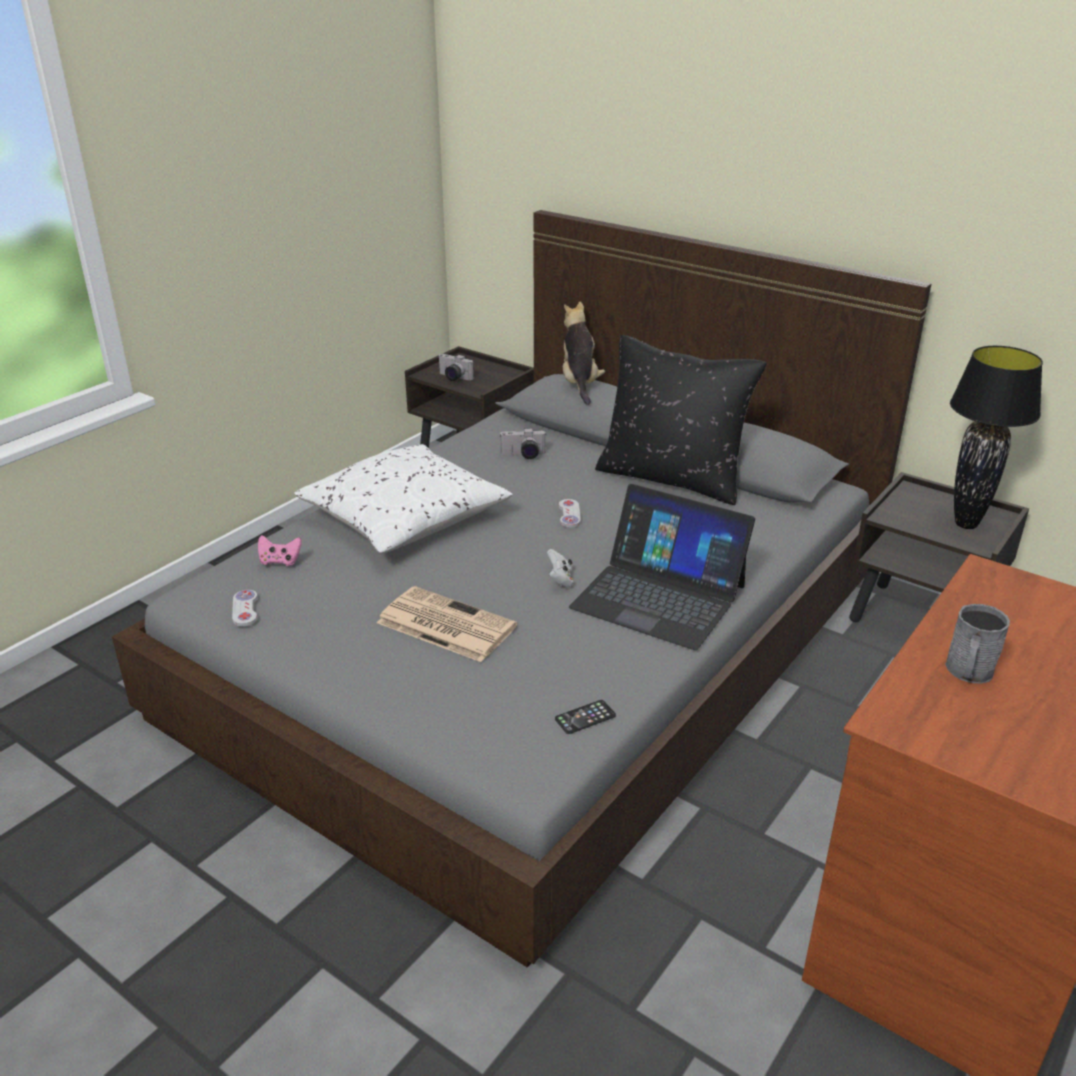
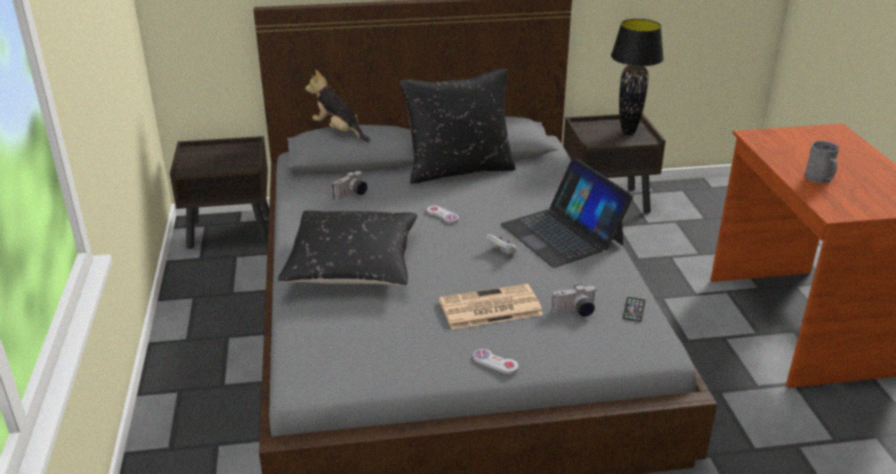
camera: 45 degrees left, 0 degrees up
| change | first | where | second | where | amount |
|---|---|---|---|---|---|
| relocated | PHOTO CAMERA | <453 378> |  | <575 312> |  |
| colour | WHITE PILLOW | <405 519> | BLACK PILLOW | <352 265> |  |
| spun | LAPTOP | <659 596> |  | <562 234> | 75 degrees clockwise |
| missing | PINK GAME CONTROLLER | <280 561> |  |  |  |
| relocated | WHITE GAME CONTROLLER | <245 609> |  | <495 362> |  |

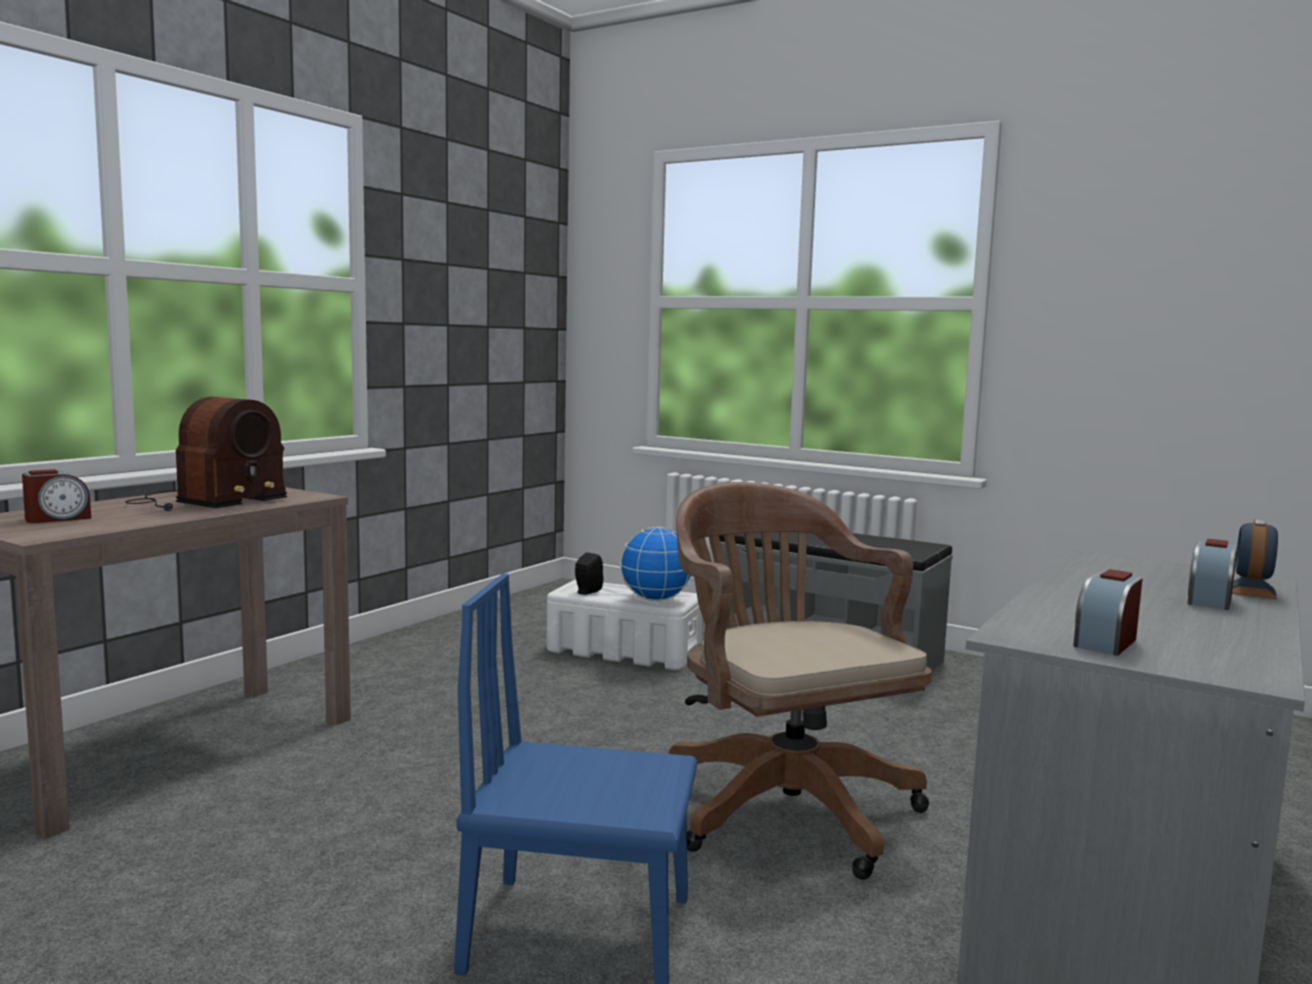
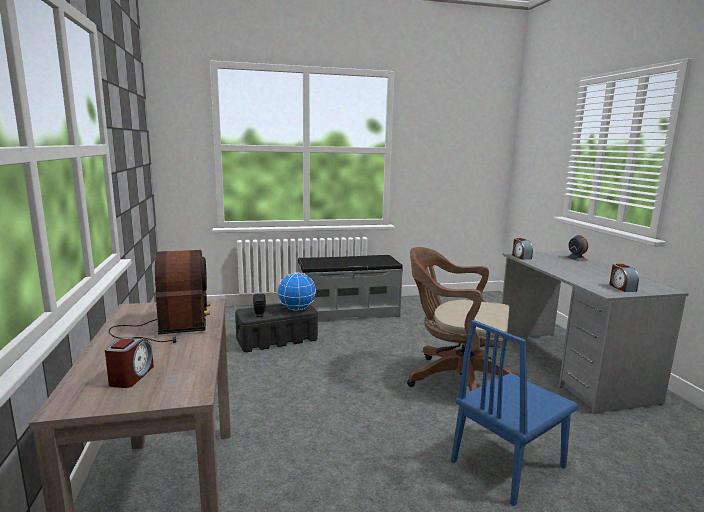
camera: 45 degrees left, 5 degrees up
| change | first | where | second | where | amount |
|---|---|---|---|---|---|
| relocated | ALARM CLOCK | <1209 600> |  | <521 257> |  |
| colour | WHITE STORAGE BOX | <622 651> | BLACK STORAGE BOX | <276 339> |  |

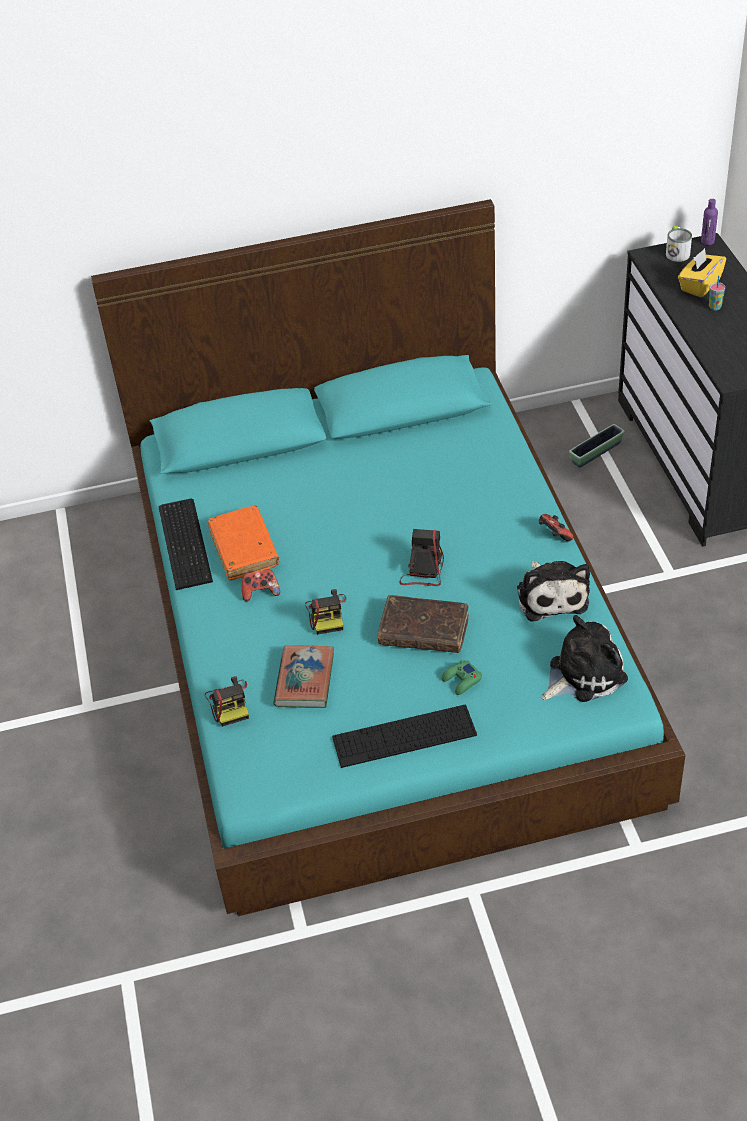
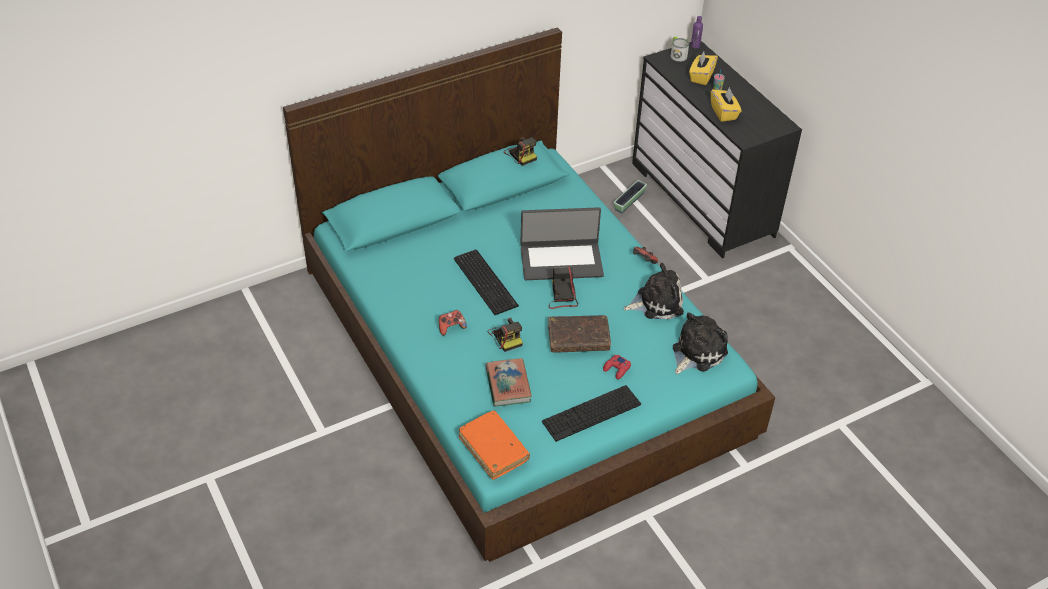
camera: 20 degrees left, 0 degrees up
| change | first | where | second | where | amount |
|---|---|---|---|---|---|
| relocated | KEYBOARD | <187 542> |  | <486 281> |  |
| relocated | ORANGE BOOK | <244 549> |  | <493 449> |  |
| spun | PLUSH TOY | <551 595> |  | <656 302> | 75 degrees counterclockwise |
| colour | GREEN GAME CONTROLLER | <461 680> | RED GAME CONTROLLER | <617 369> |  |
| relocated | PHOTO CAMERA | <229 703> |  | <521 154> |  |
| appeared |  |  | YELLOW TISSUE BOX | <724 113> |  |
| appeared |  |  | LAPTOP | <561 261> |  |

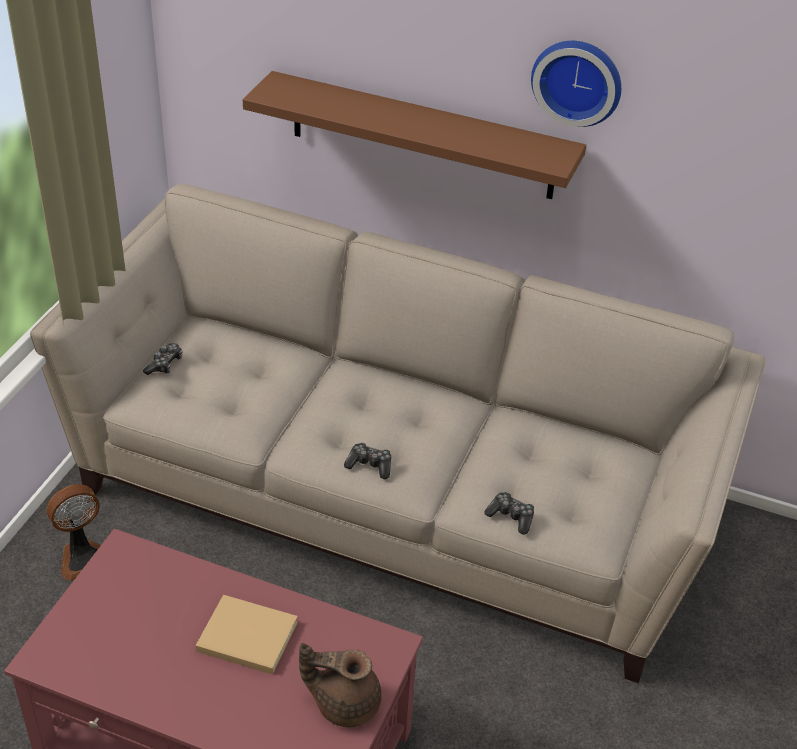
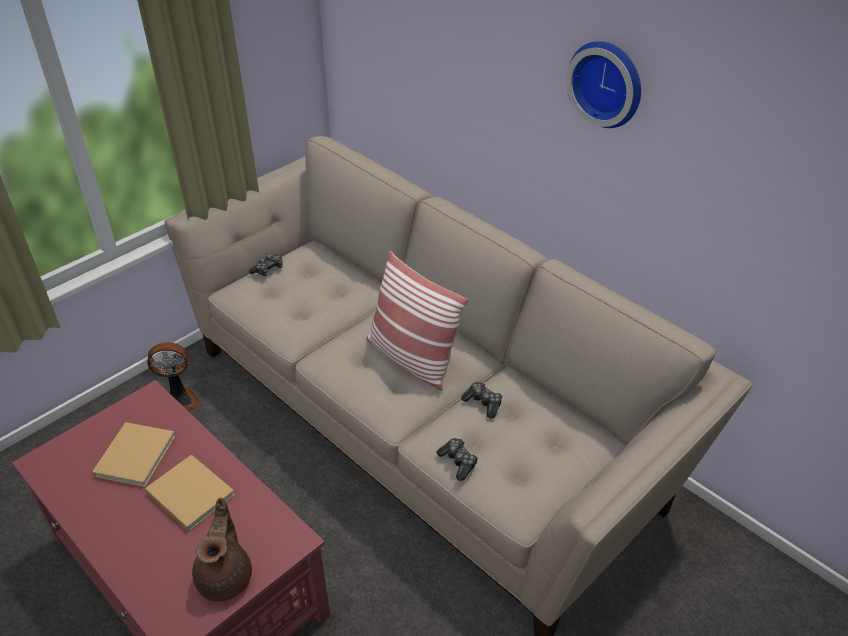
camera: 25 degrees right, 0 degrees up
| change | first | where | second | where | amount |
|---|---|---|---|---|---|
| missing | BROWN SHELF | <422 136> |  |  |  |
| relocated | GAME CONTROLLER | <370 465> |  | <483 403> |  |
| spun | BROWN TEAPOT | <344 703> |  | <226 576> | 60 degrees clockwise |
| appeared |  |  | PILLOW | <411 358> |  |
| appeared |  |  | BEIGE BOOK | <137 454> |  |

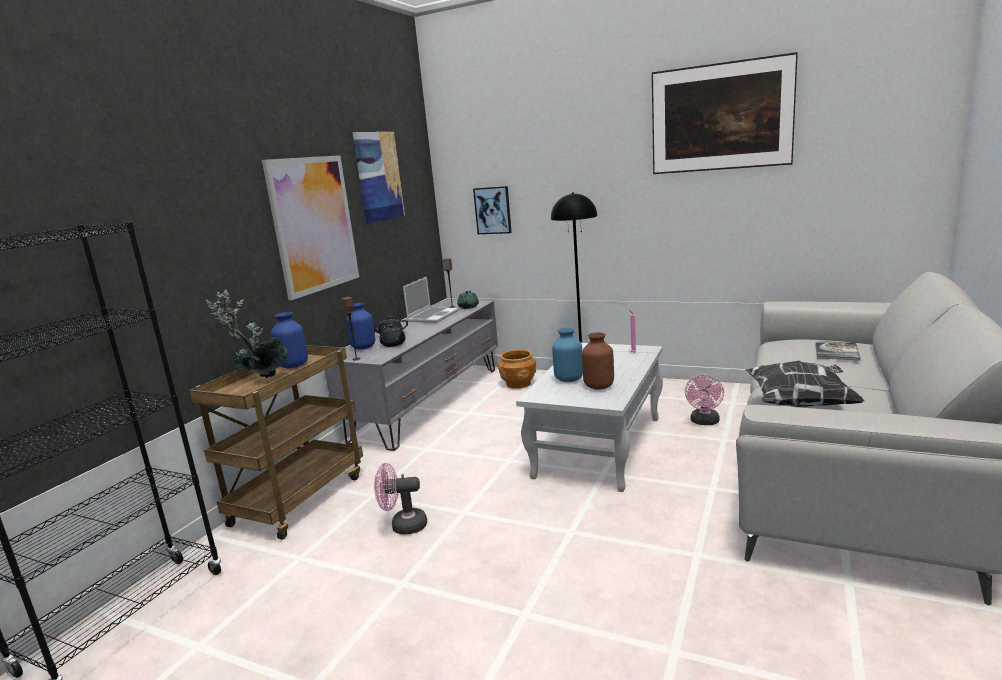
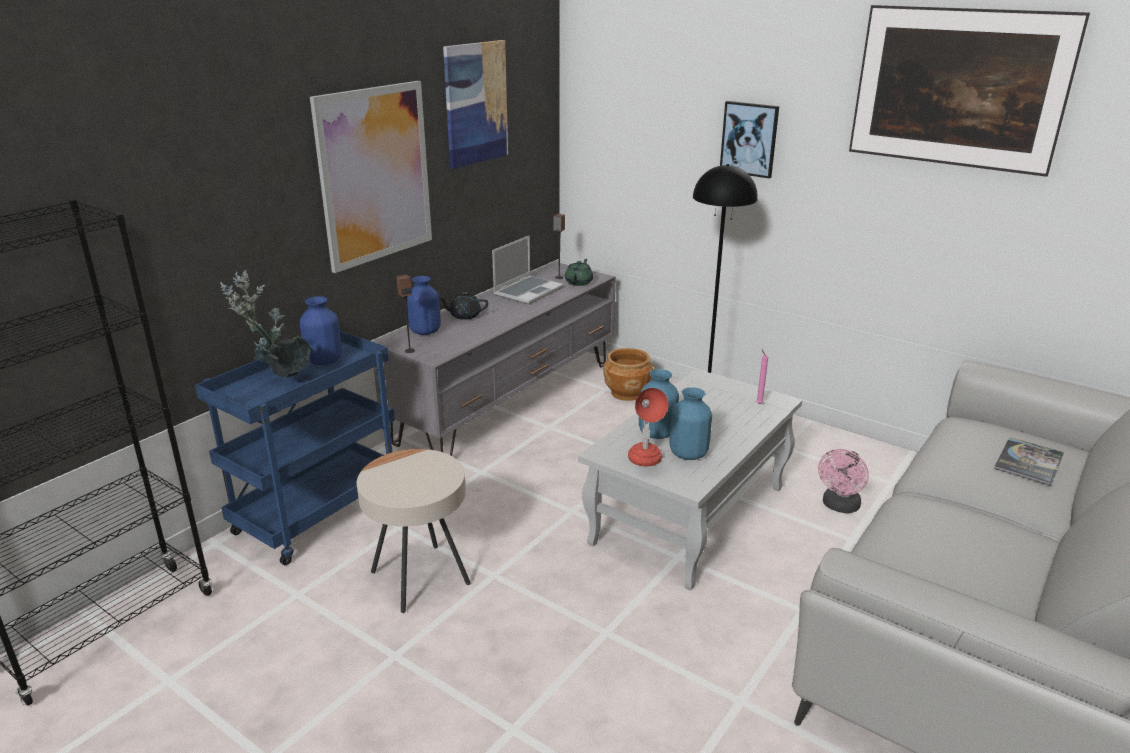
camera: 10 degrees right, 10 degrees up
| change | first | where | second | where | amount |
|---|---|---|---|---|---|
| relocated | PICTURE | <493 210> |  | <749 139> |  |
| missing | BLACK TEAPOT | <393 344> |  |  |  |
| colour | BROWN VASE | <599 386> | BLUE VASE | <689 454> |  |
| colour | BROWN CART | <299 498> | BLUE CART | <318 512> |  |
| missing | PILLOW | <801 403> |  |  |  |
| exchanged | PINK FAN | <403 526> | BEIGE SIDE TABLE | <420 578> |  |
| appeared |  |  | RED TABLE LAMP | <645 463> |  |

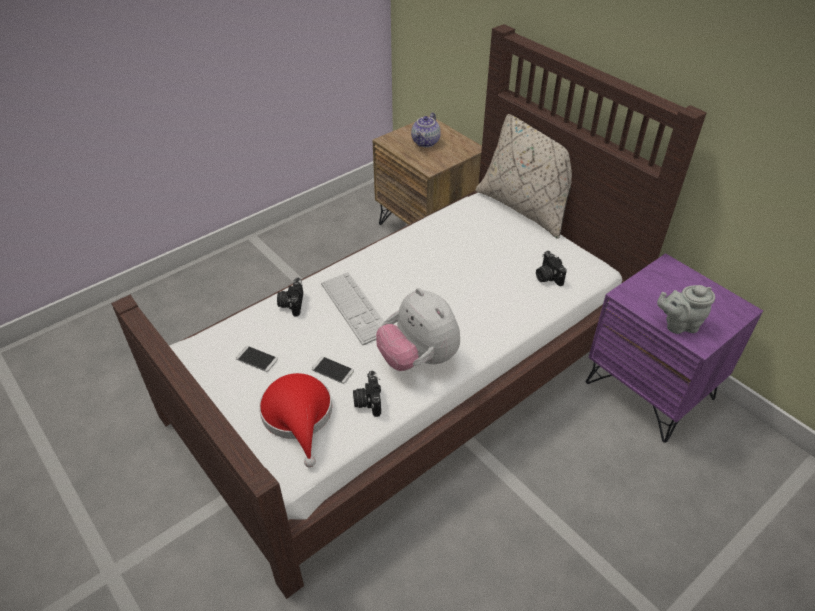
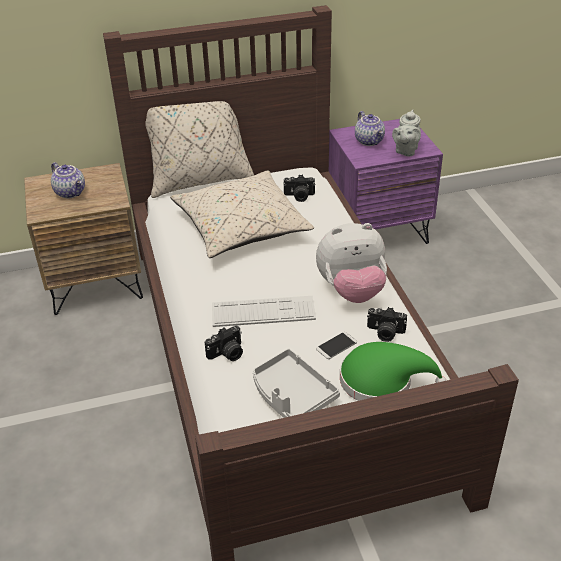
camera: 65 degrees left, 5 degrees down
| change | first | where | second | where | amount |
|---|---|---|---|---|---|
| spun | PHOTO CAMERA | <291 304> |  | <227 354> | 60 degrees counterclockwise |
| exchanged | PHONE | <257 359> | GREY TRAY | <292 395> |  |
| colour | RED HAT | <298 416> | GREEN HAT | <382 380> |  |
| appeared |  |  | TEAPOT | <370 141> |  |
| appeared |  |  | BEIGE PILLOW | <241 227> |  |

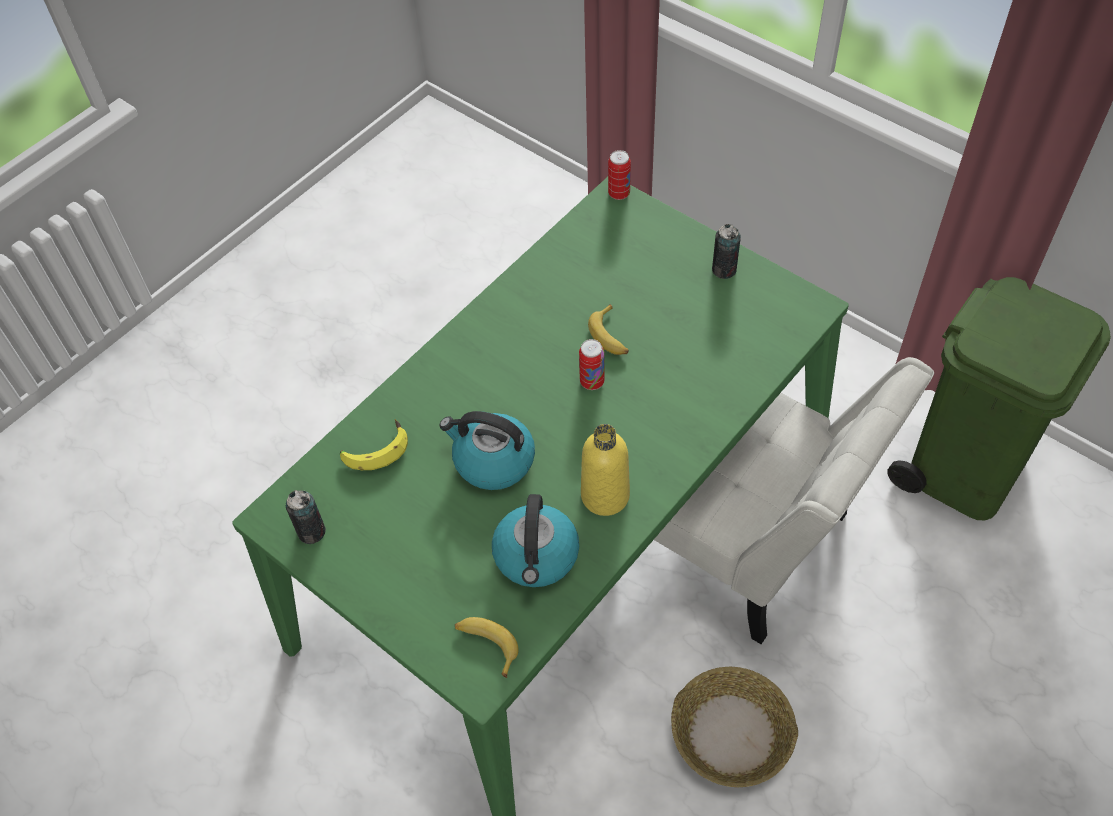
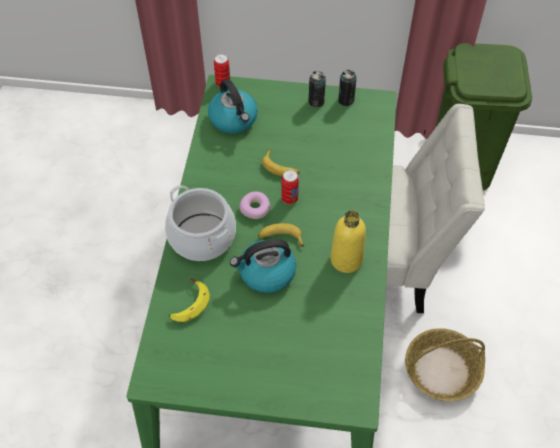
camera: 35 degrees left, 0 degrees up
| change | first | where | second | where | amount |
|---|---|---|---|---|---|
| relocated | CAN | <311 532> |  | <346 100> |  |
| relocated | KETTLE | <536 557> |  | <234 119> |  |
| relocated | BANANA | <486 645> |  | <280 238> |  |
| appeared |  |  | COOKING POT | <202 236> |  |
| appeared |  |  | DONUT | <255 208> |  |

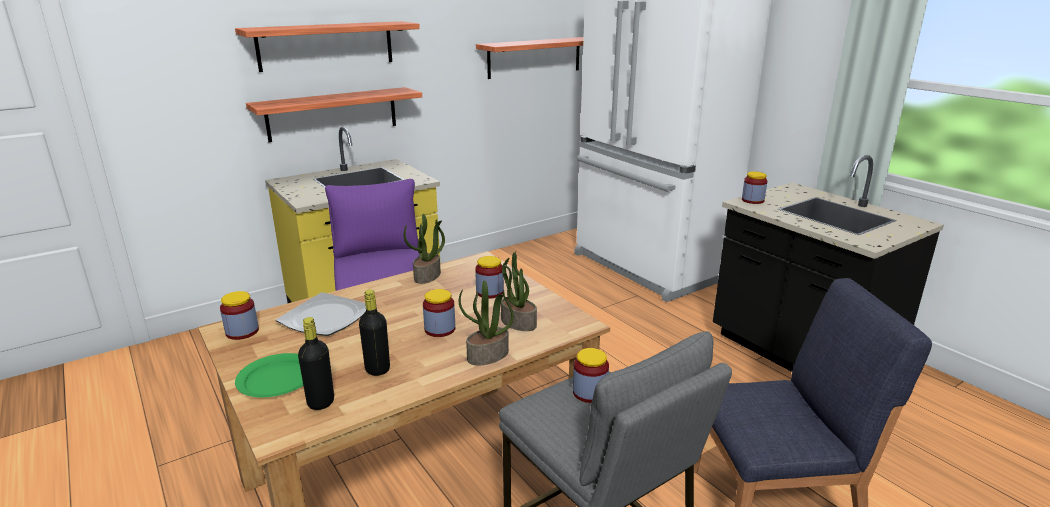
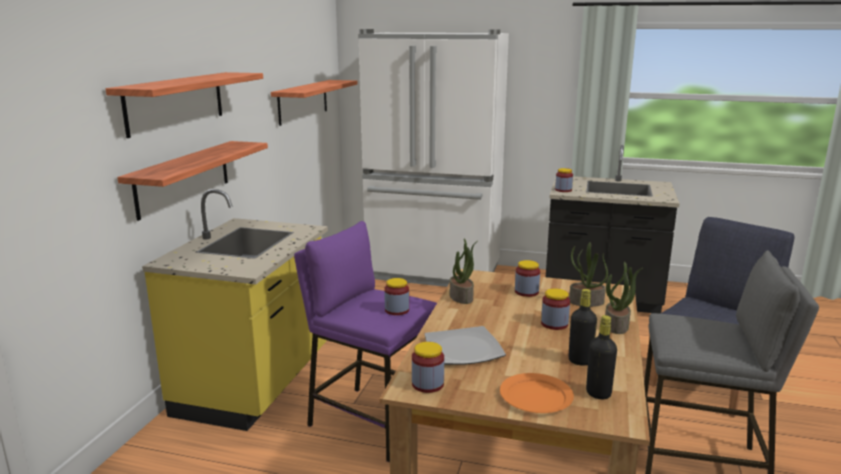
camera: 40 degrees left, 5 degrees down
| change | first | where | second | where | amount |
|---|---|---|---|---|---|
| relocated | JAR | <590 393> |  | <397 310> |  |
| colour | GREEN PLATE | <277 378> | ORANGE PLATE | <535 396> |  |

